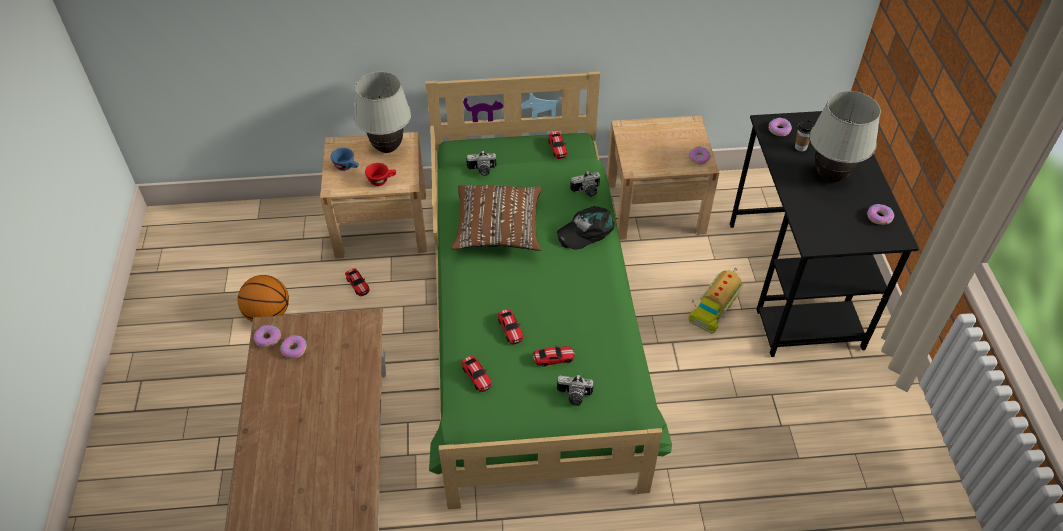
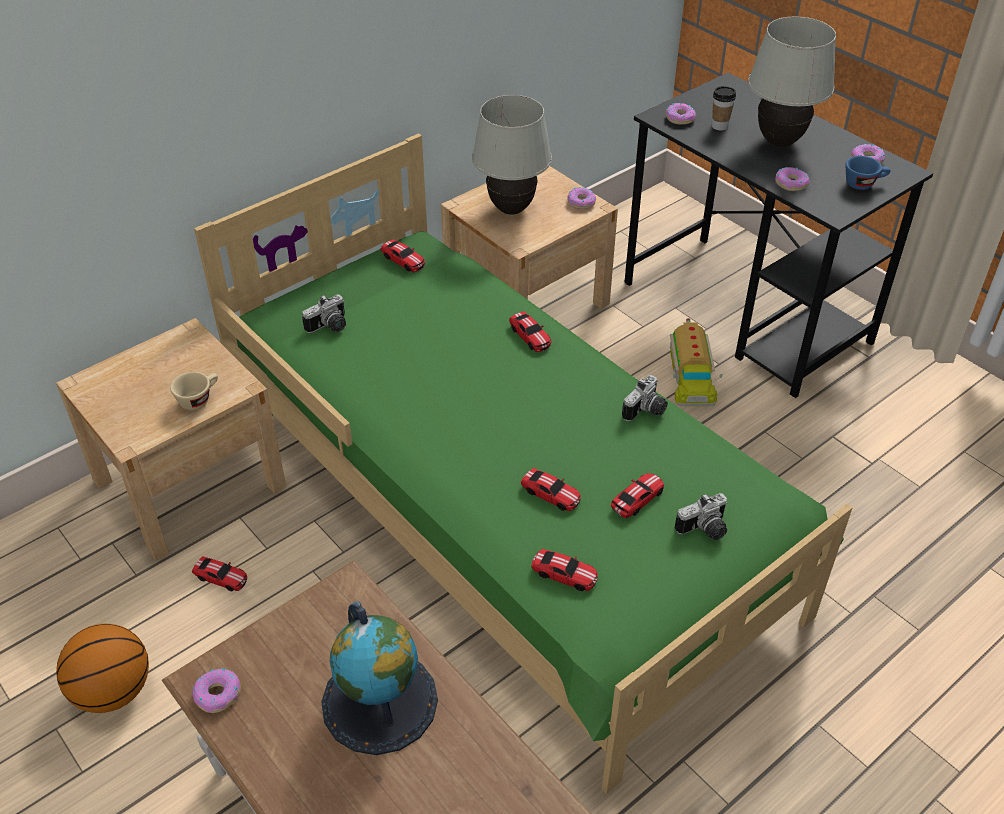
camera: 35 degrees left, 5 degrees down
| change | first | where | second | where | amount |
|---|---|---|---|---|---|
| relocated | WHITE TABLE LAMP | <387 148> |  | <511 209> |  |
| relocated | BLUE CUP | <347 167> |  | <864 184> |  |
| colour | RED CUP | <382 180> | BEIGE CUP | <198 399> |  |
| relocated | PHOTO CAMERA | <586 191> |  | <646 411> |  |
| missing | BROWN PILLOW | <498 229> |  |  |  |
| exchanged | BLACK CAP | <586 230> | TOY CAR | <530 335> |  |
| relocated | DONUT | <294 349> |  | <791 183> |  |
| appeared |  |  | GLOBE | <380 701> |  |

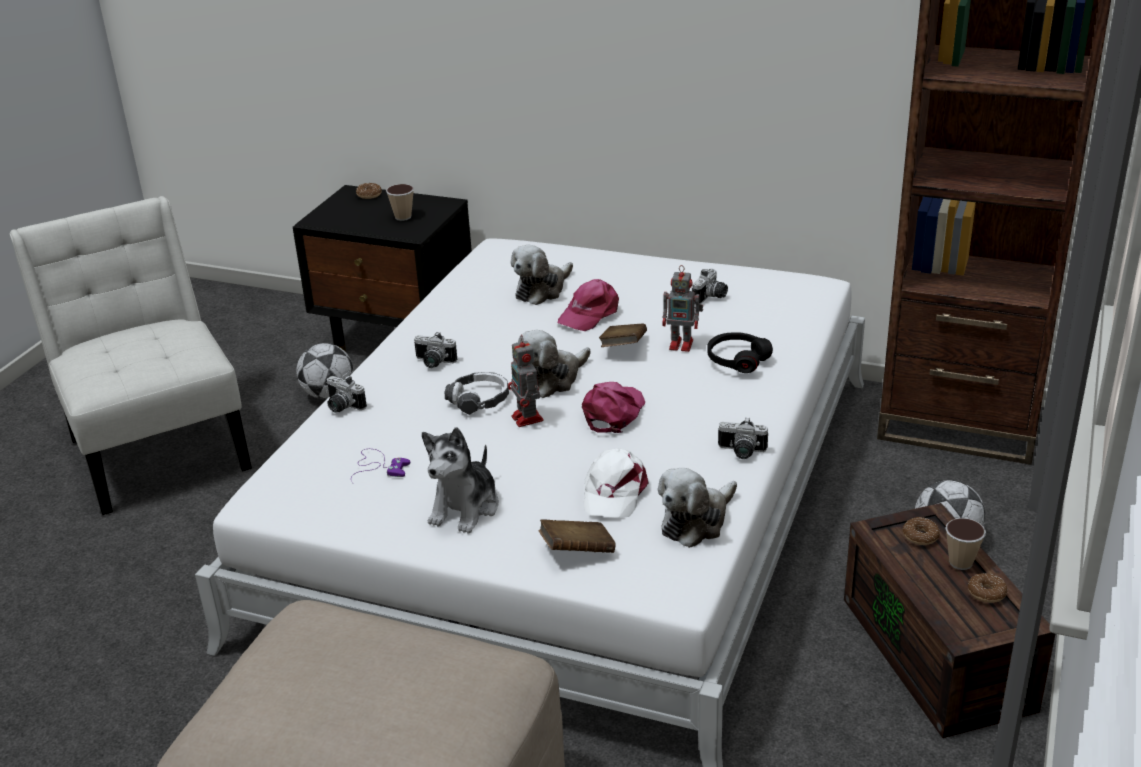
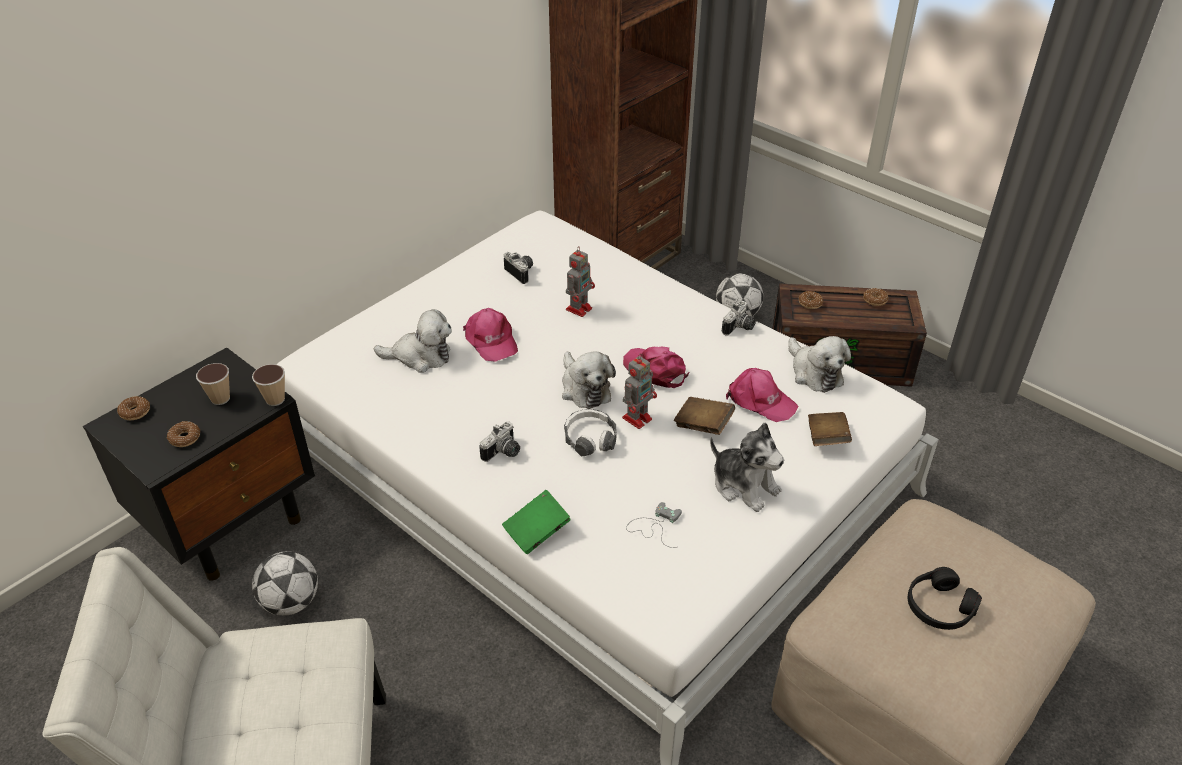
camera: 70 degrees left, 10 degrees up
| change | first | where | second | where | amount |
|---|---|---|---|---|---|
| spun | PLUSH TOY | <542 290> |  | <420 356> | 60 degrees counterclockwise |
| relocated | BROWN BOOK | <623 348> |  | <703 425> |  |
| relocated | BLACK HEADPHONES | <737 359> |  | <939 607> |  |
| spun | TOY ROBOT | <528 419> |  | <638 417> | 45 degrees counterclockwise |
| exchanged | PHOTO CAMERA | <342 407> | GREEN BOOK | <537 532> |  |
| colour | WHITE CAP | <614 492> | PINK CAP | <760 401> |  |
| colour | PURPLE GAME CONTROLLER | <378 466> | GREY GAME CONTROLLER | <655 526> |  |
| relocated | CUP | <960 562> |  | <275 399> |  |
| appeared |  |  | DONUT | <185 438> |  |

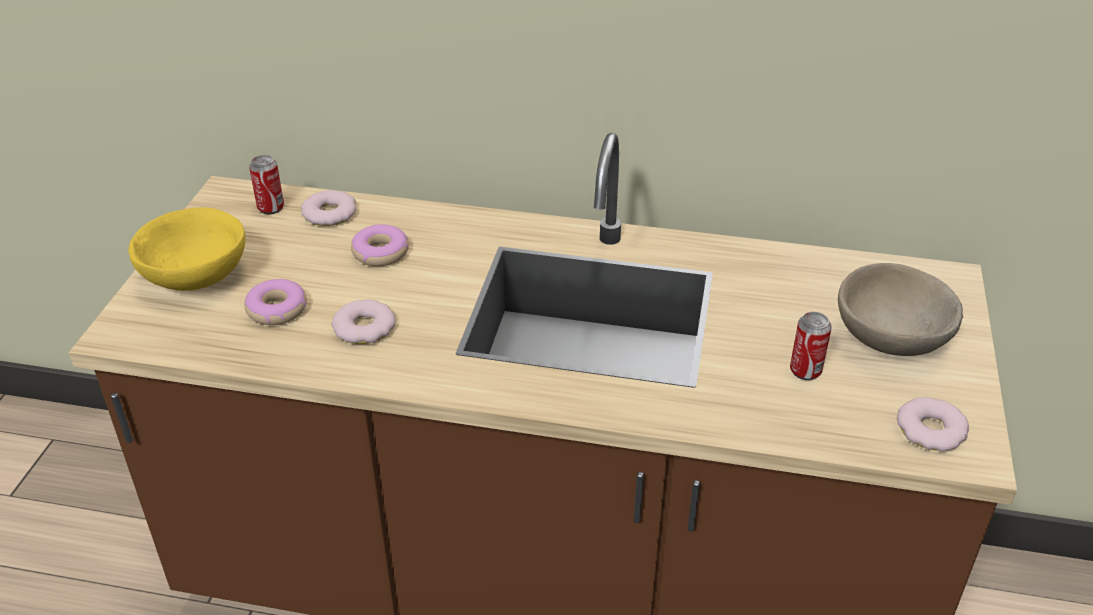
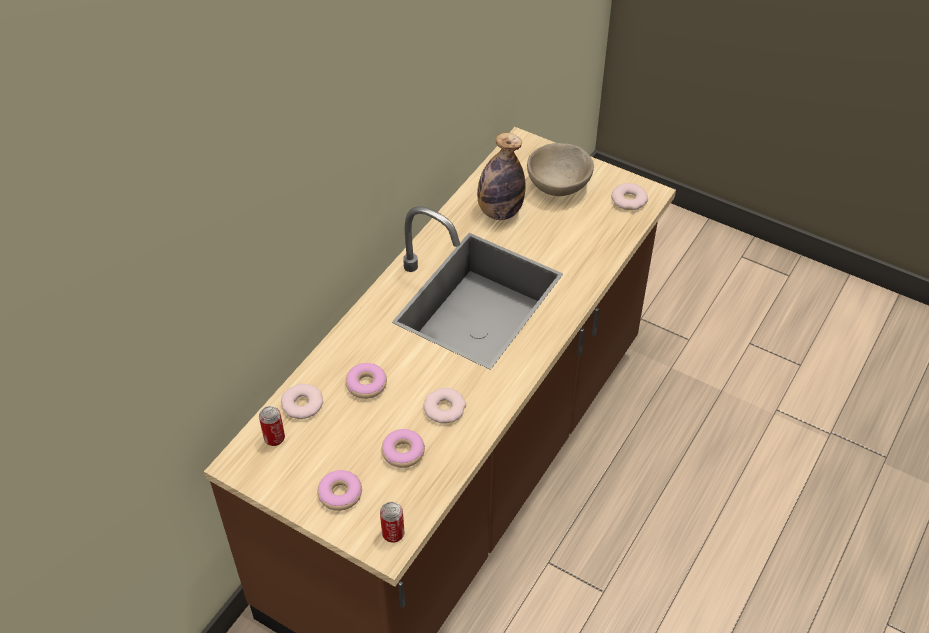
camera: 70 degrees left, 10 degrees up
| change | first | where | second | where | amount |
|---|---|---|---|---|---|
| exchanged | YELLOW BOWL | <197 276> | DONUT | <340 494> |  |
| relocated | CAN | <805 371> |  | <393 534> |  |
| appeared |  |  | BOTTLE | <500 212> |  |

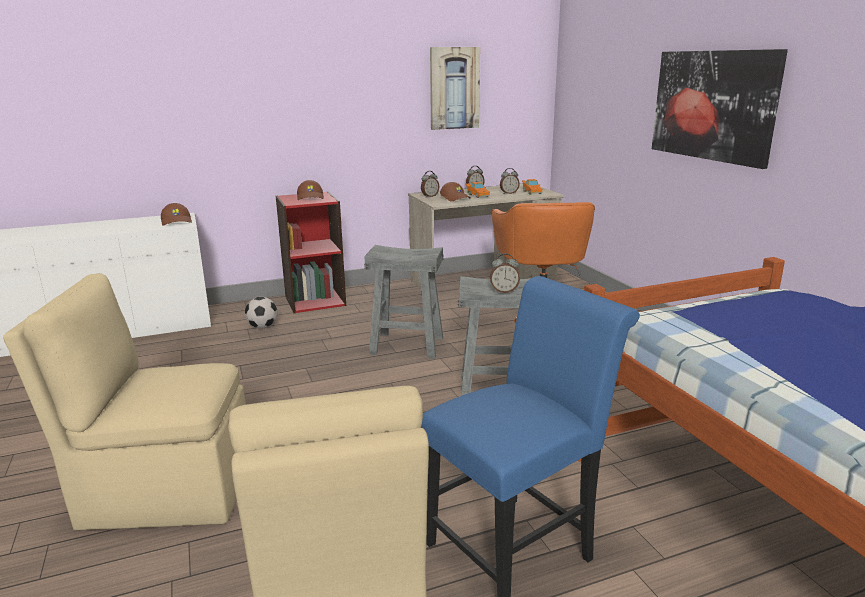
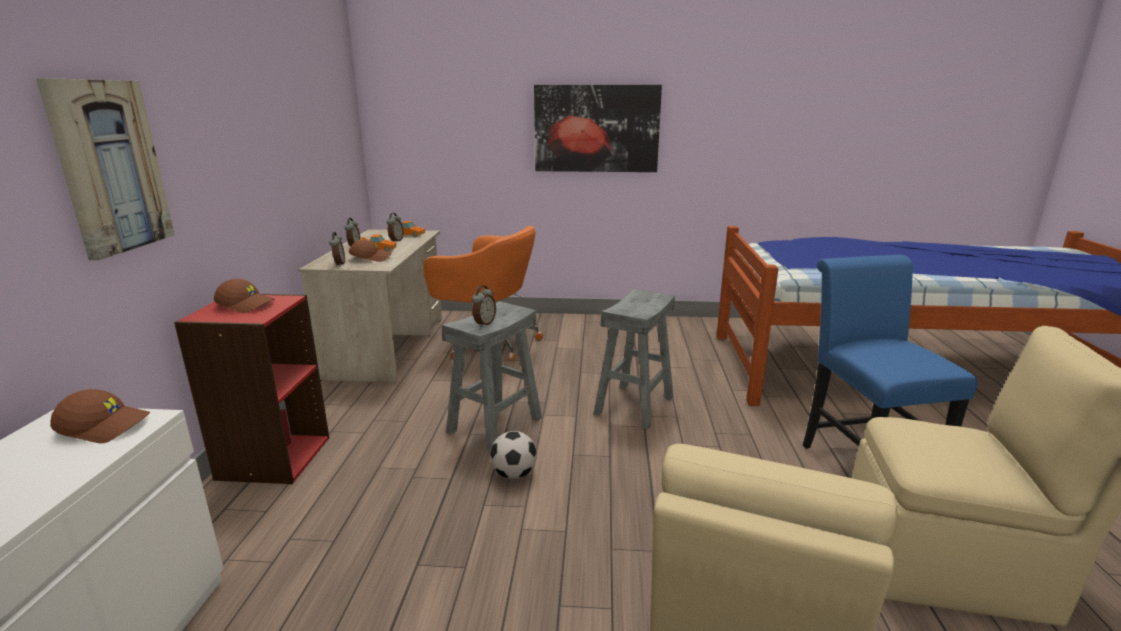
camera: 65 degrees left, 0 degrees up
| change | first | where | second | where | amount |
|---|---|---|---|---|---|
| relocated | PICTURE | <454 88> |  | <110 167> |  |
| relocated | ALARM CLOCK | <504 291> |  | <484 323> |  |
| relocated | FOOTBALL | <263 327> |  | <514 474> |  |

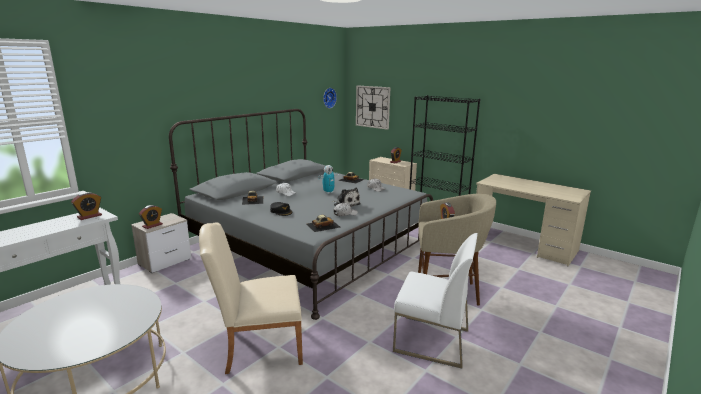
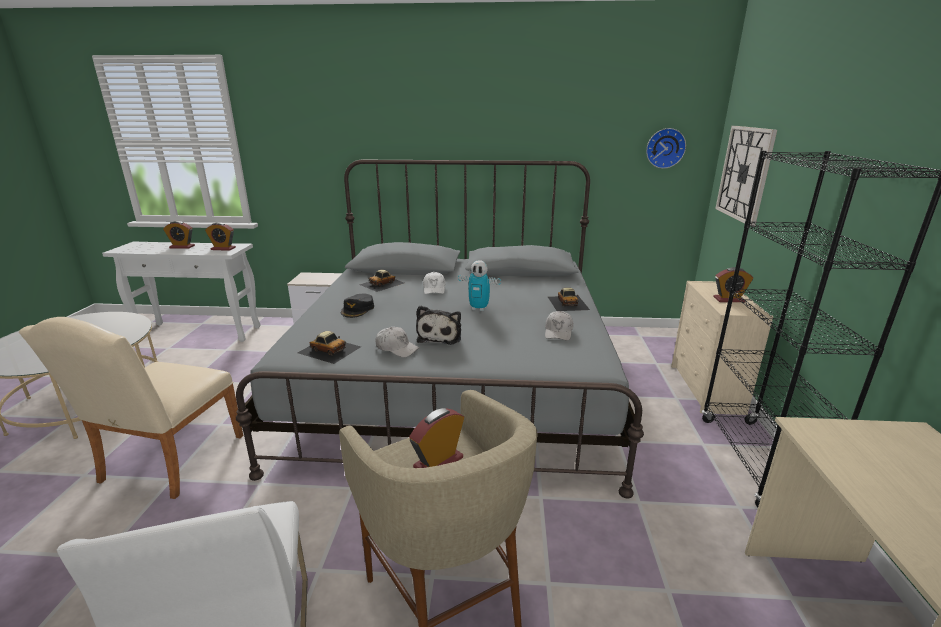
camera: 55 degrees right, 5 degrees up
| change | first | where | second | where | amount |
|---|---|---|---|---|---|
| relocated | ALARM CLOCK | <152 225> |  | <182 247> |  |
| spun | BEIGE CHAIR | <257 347> |  | <167 463> | 120 degrees counterclockwise |

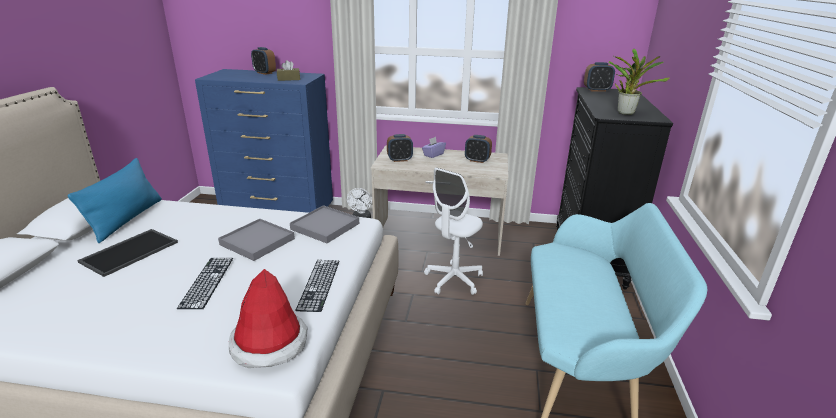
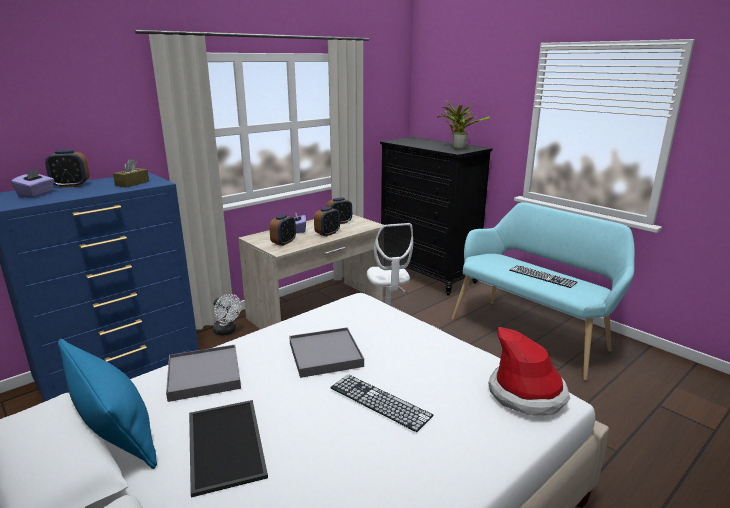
camera: 50 degrees left, 5 degrees down
| change | first | where | second | where | amount |
|---|---|---|---|---|---|
| relocated | ALARM CLOCK | <596 90> |  | <327 233> |  |
| relocated | GREY TRAY | <325 226> |  | <204 375> |  |
| relocated | KEYBOARD | <319 284> |  | <542 276> |  |
| appeared |  |  | PURPLE TISSUE BOX | <36 194> |  |

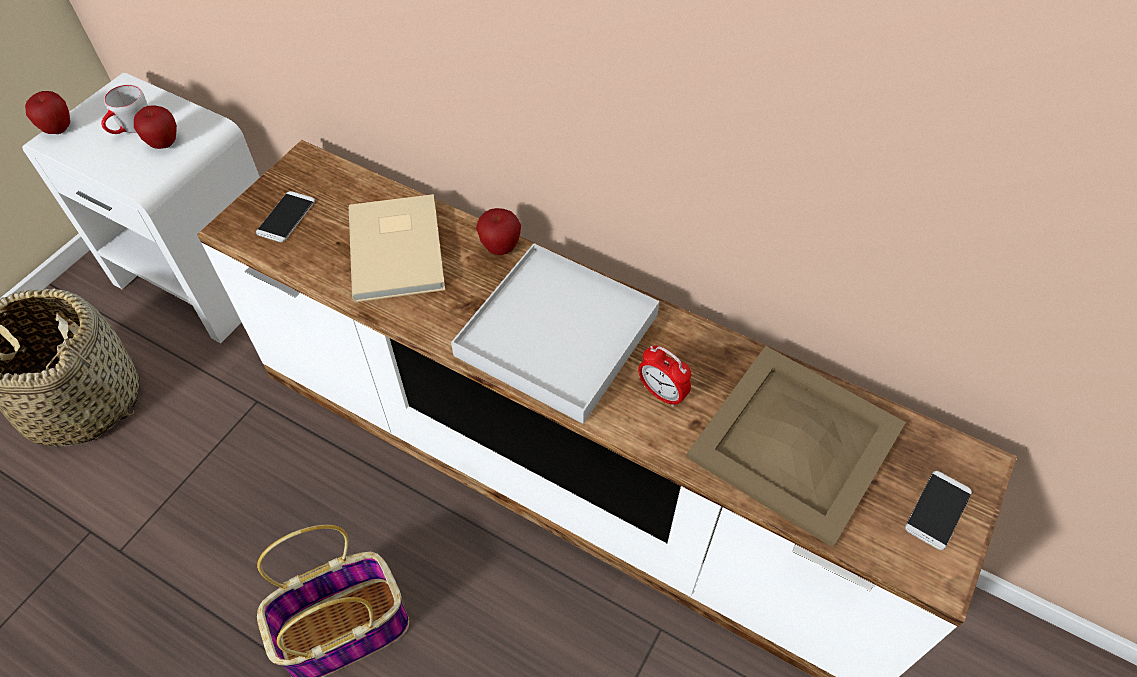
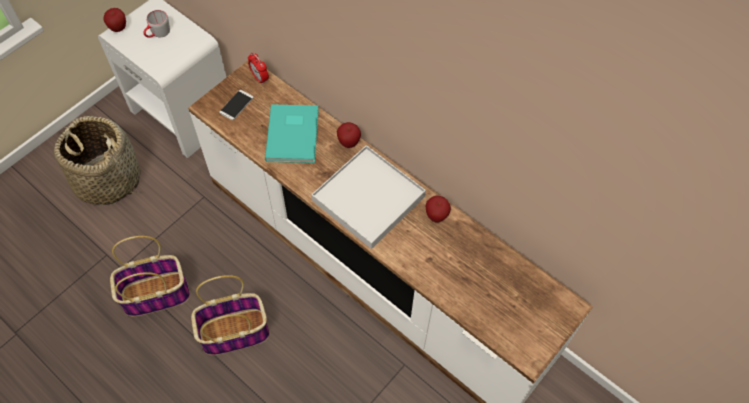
camera: 10 degrees right, 5 degrees up
| change | first | where | second | where | amount |
|---|---|---|---|---|---|
| relocated | APPLE | <164 144> |  | <436 216> |  |
| colour | BEIGE BOOK | <399 248> | TURQUOISE BOOK | <294 134> |  |
| relocated | ALARM CLOCK | <662 393> |  | <260 78> |  |
| missing | BEIGE TRAY | <796 443> |  |  |  |
| missing | PHONE | <938 510> |  |  |  |
| appeared |  |  | BASKET | <157 294> |  |

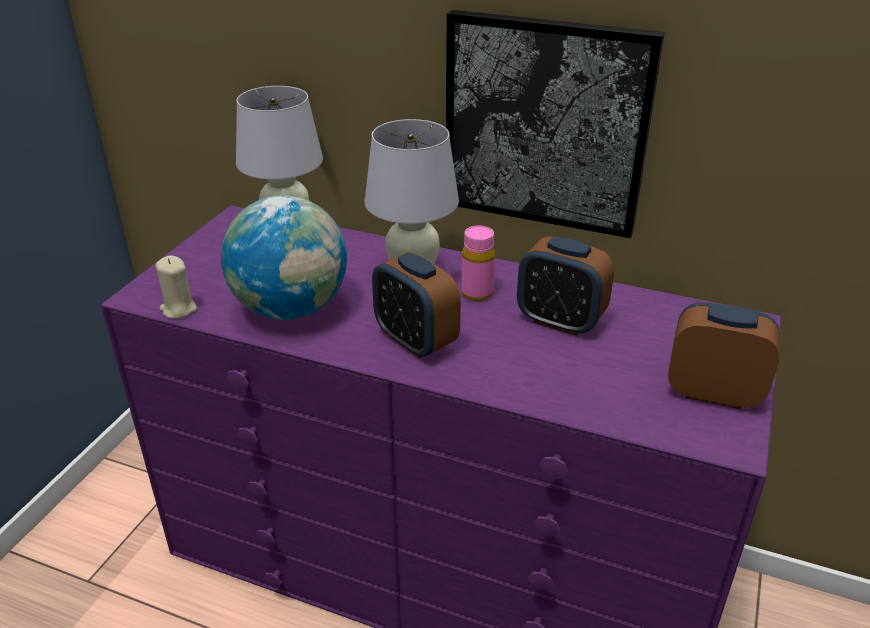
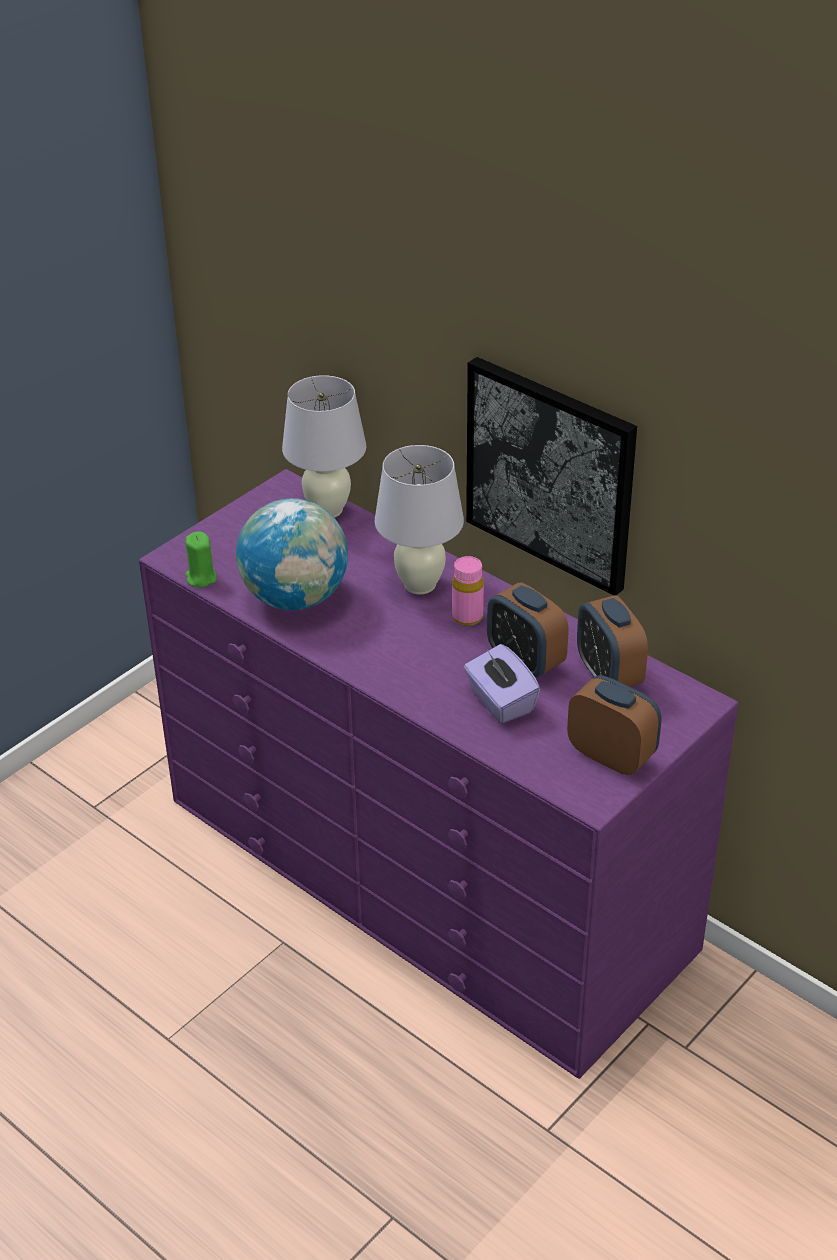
camera: 20 degrees right, 5 degrees up
| change | first | where | second | where | amount |
|---|---|---|---|---|---|
| relocated | ALARM CLOCK | <415 341> |  | <608 675> |  |
| colour | BEIGE CANDLE | <178 309> | GREEN CANDLE | <201 578> |  |
| appeared |  |  | PURPLE TISSUE BOX | <500 702> |  |

